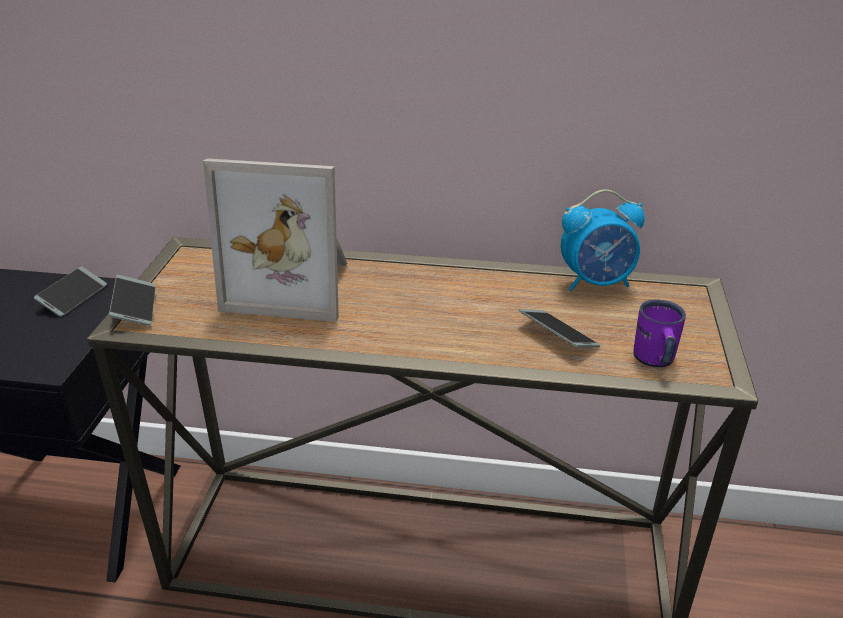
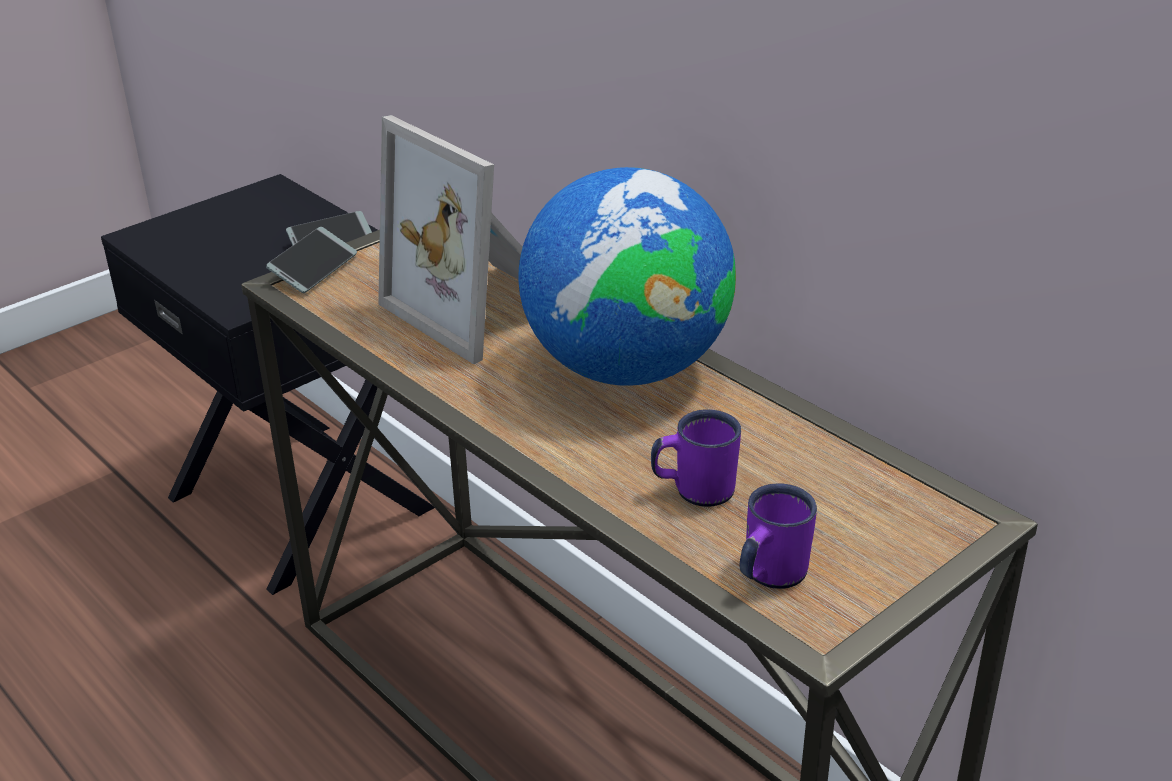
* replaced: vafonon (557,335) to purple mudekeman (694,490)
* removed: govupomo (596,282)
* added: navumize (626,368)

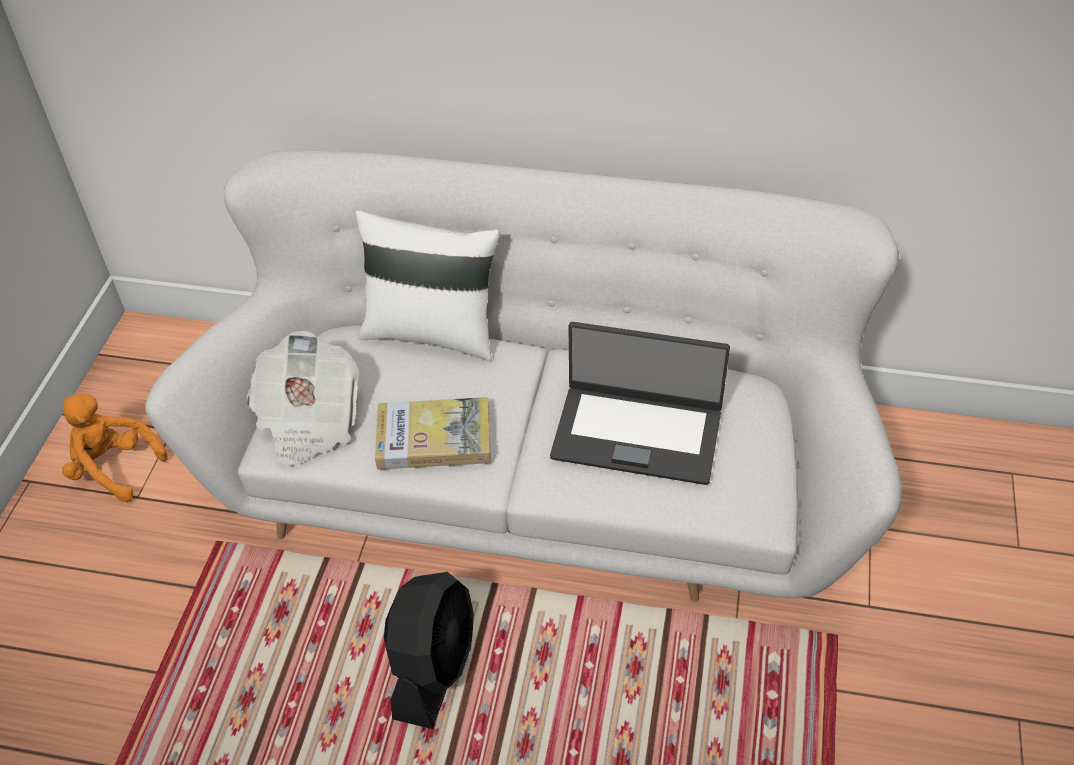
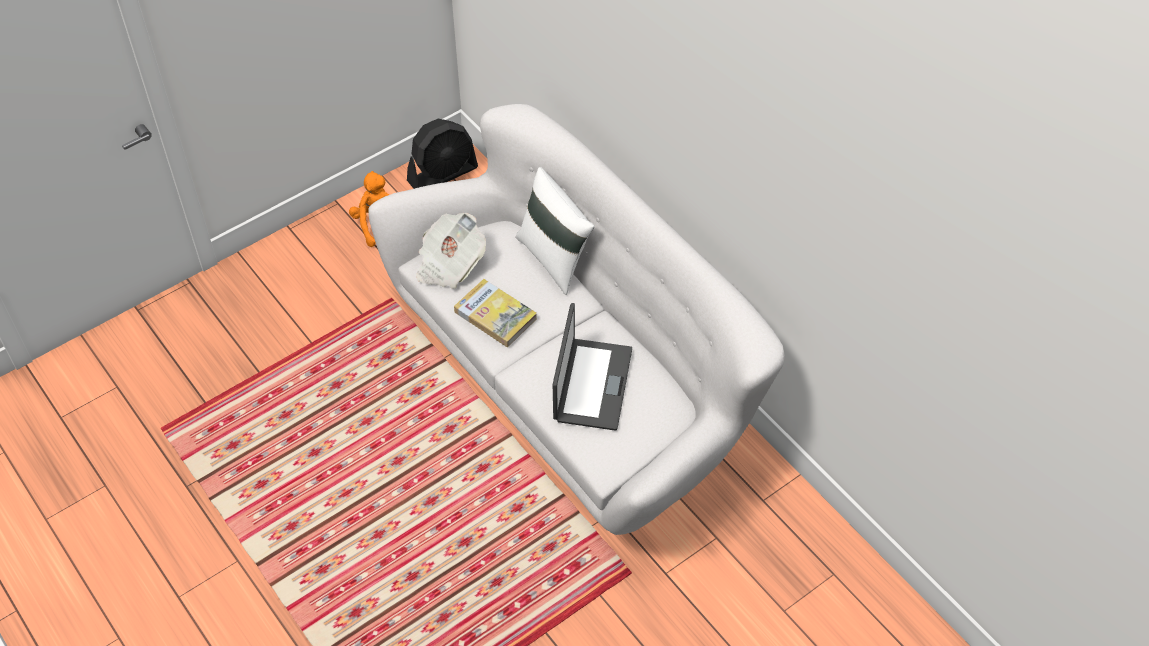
* moved: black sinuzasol (434,667) to (443,174)
* turned: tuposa (637,433) = (591,384) 135 degrees counterclockwise

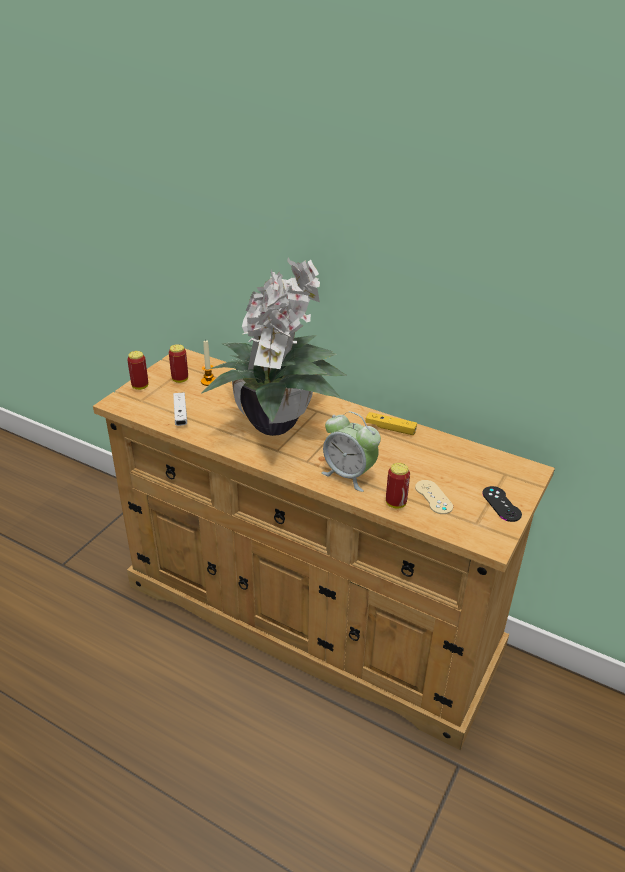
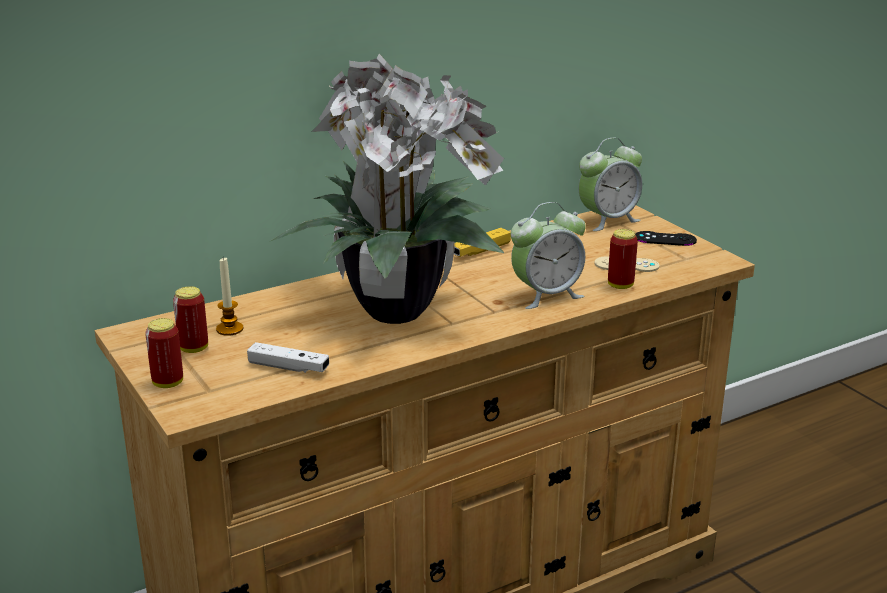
* added: govupomo (608,220)

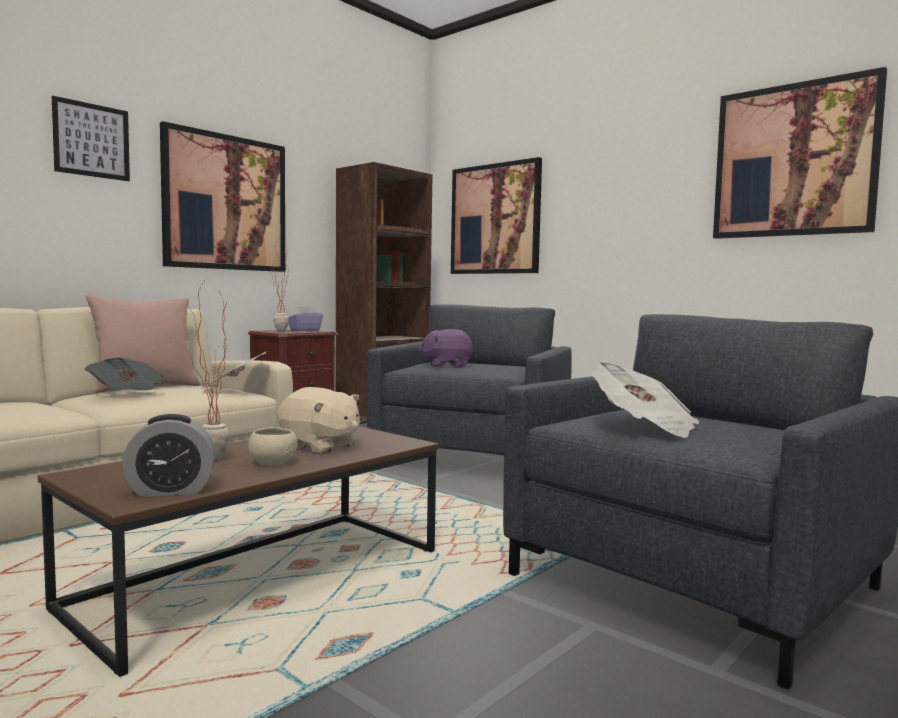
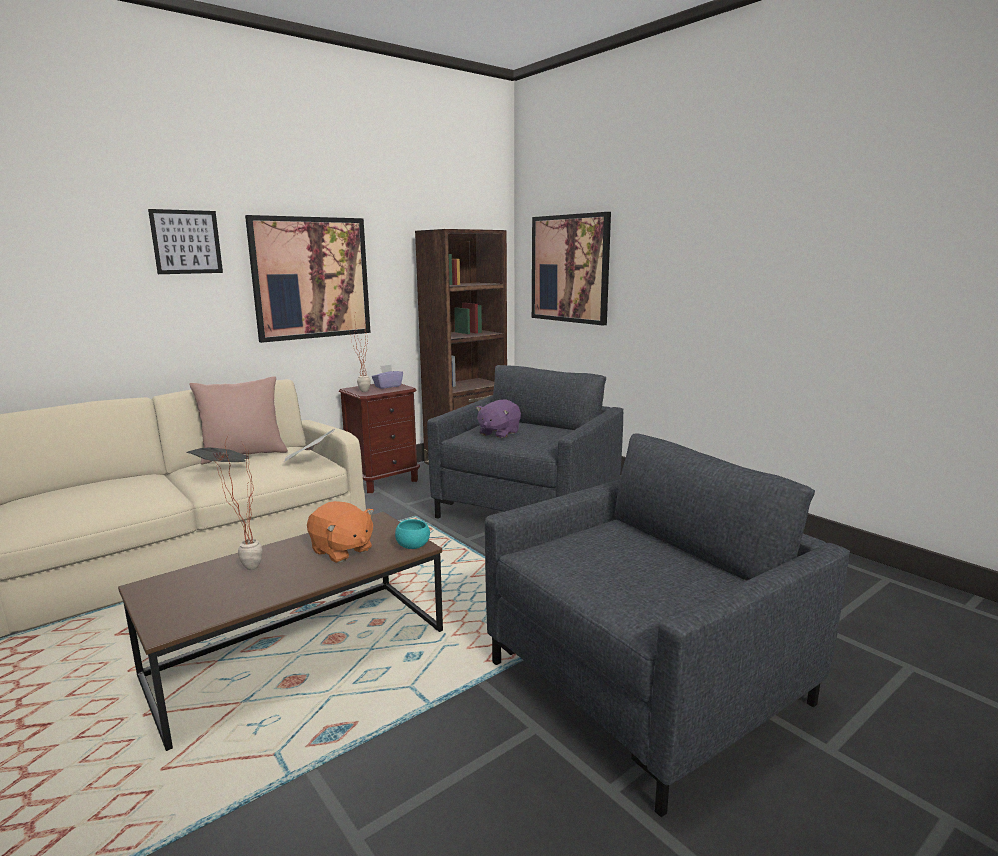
* removed: govupomo (171,491)
* removed: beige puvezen (272,463)
* recoloured: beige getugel (319,446) to orange getugel (341,551)
* turned: purple getugel (446,366) = (498,433) 60 degrees counterclockwise
* removed: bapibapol (644,427)
* removed: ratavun (794,160)
* added: turquoise puvezen (413,546)

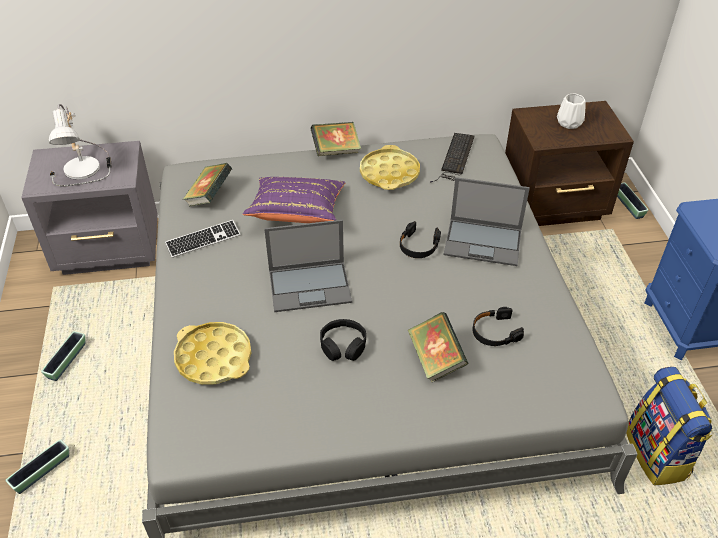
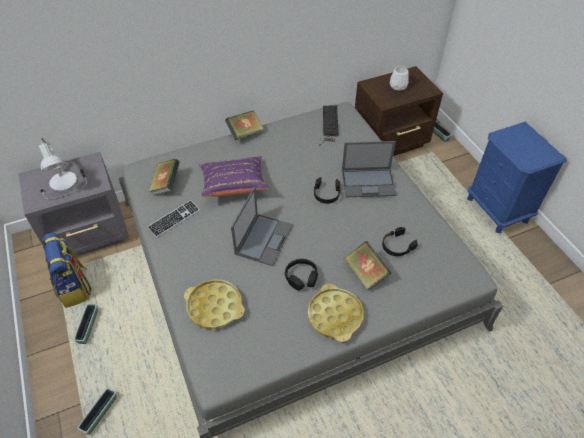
* turned: tuposa (311,286) = (264,238) 45 degrees counterclockwise
* moved: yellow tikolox (389,173) to (335,315)
* moved: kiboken (657,454) to (75,287)

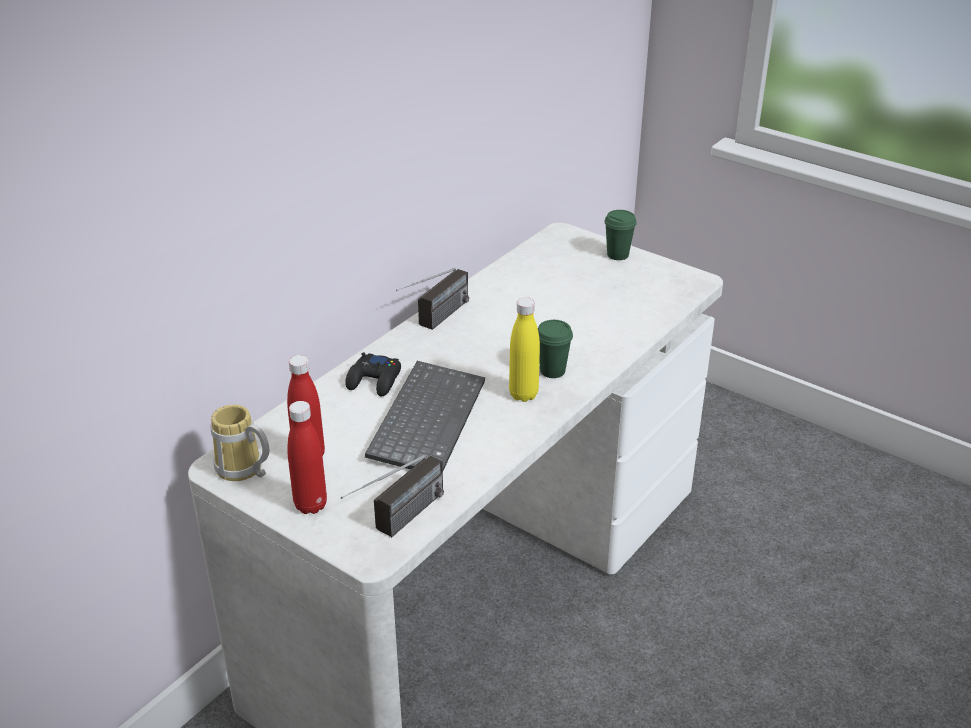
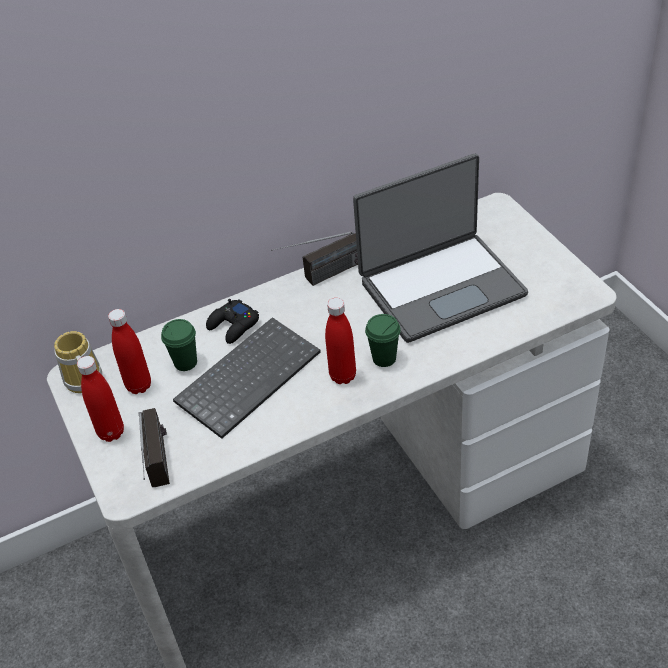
* turned: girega (397,524) = (161,473) 75 degrees counterclockwise
* recoloured: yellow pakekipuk (523,394) to red pakekipuk (343,376)
* moved: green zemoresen (617,255) to (185,363)
* added: tuposa (440,286)

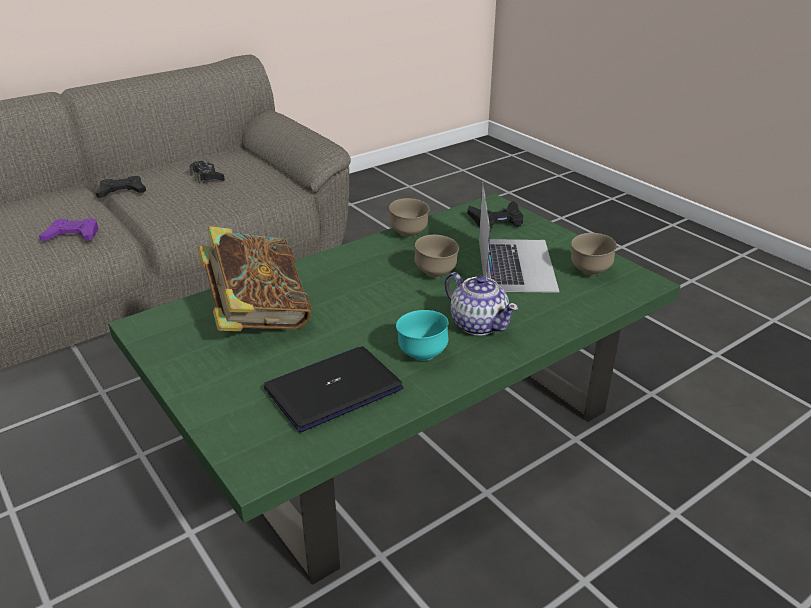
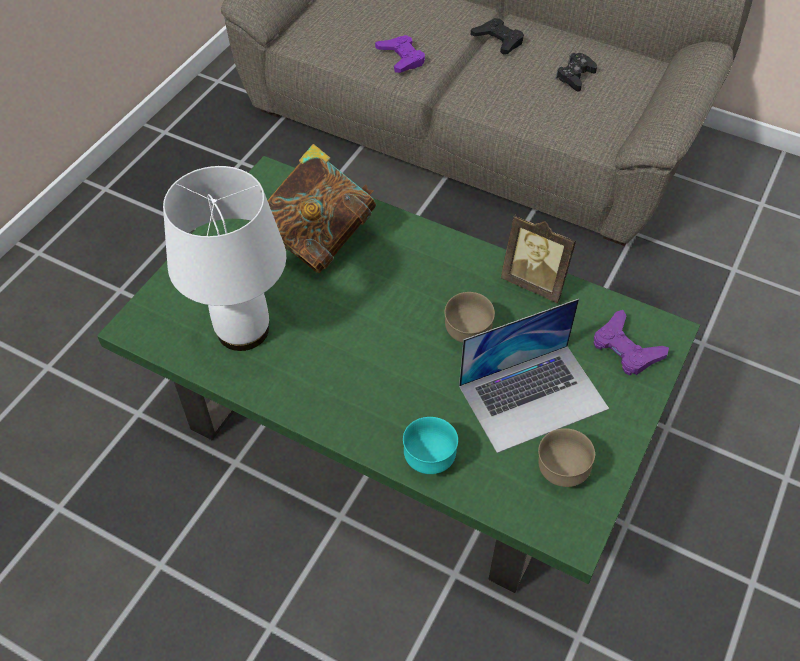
* replaced: tuposa (333,389) to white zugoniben (243,331)
* replaced: brown puvezen (409,234) to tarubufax (535,283)
* moved: turquoise puvezen (422,355) to (429,459)
* removed: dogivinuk (478,324)
* recoloured: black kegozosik (497,220) to purple kegozosik (626,348)

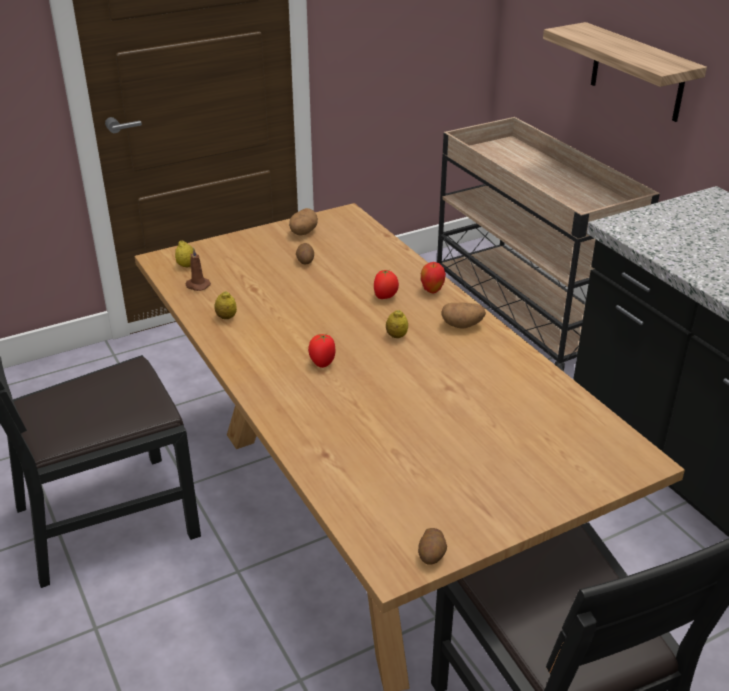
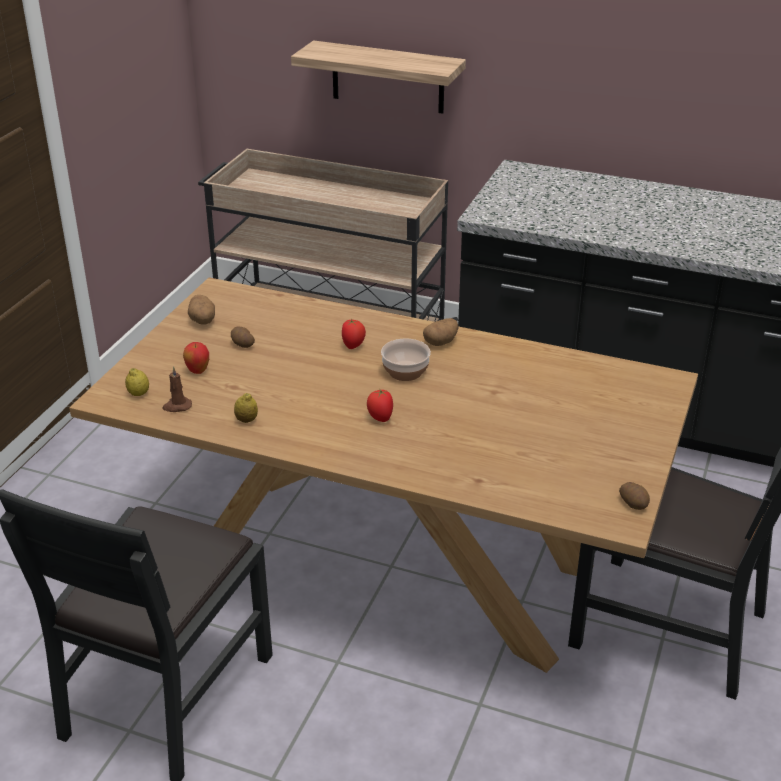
* replaced: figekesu (396,336) to puvezen (405,372)
* moved: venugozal (432,291) to (198,371)

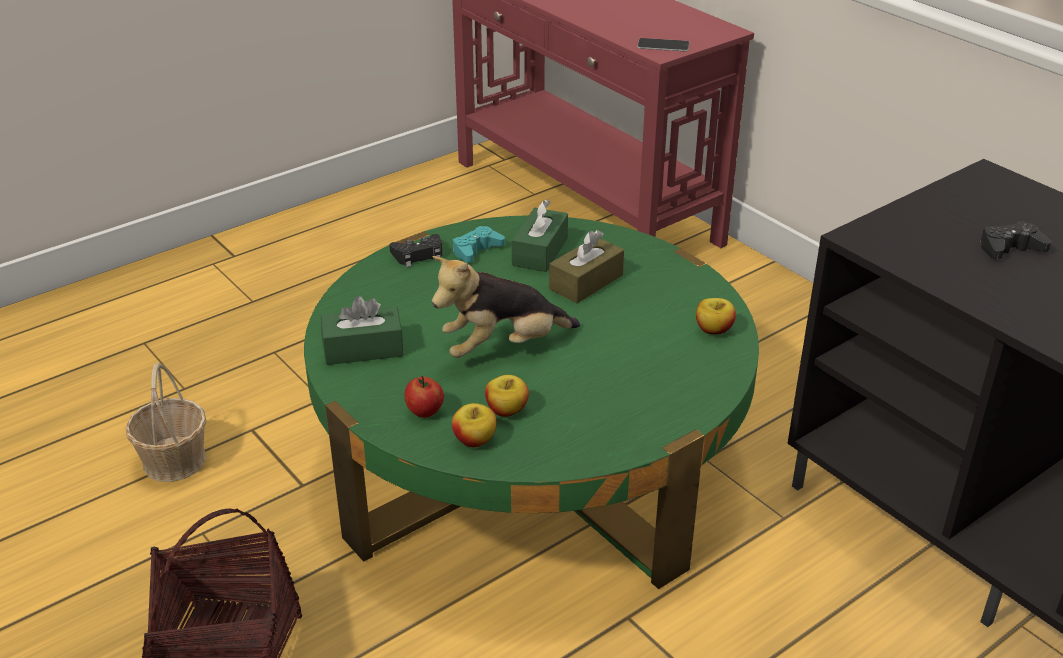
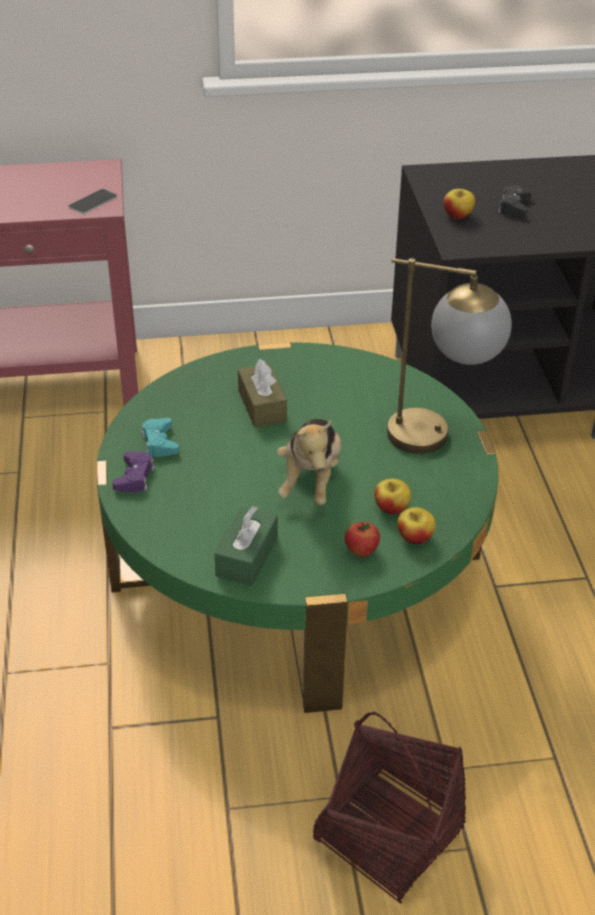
* removed: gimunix (174,461)
* recoloured: black kegozosik (418,255) to purple kegozosik (134,477)
* removed: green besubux (540,252)
* moved: venugozal (713,330) to (458,215)
* added: zugoniben (440,438)

